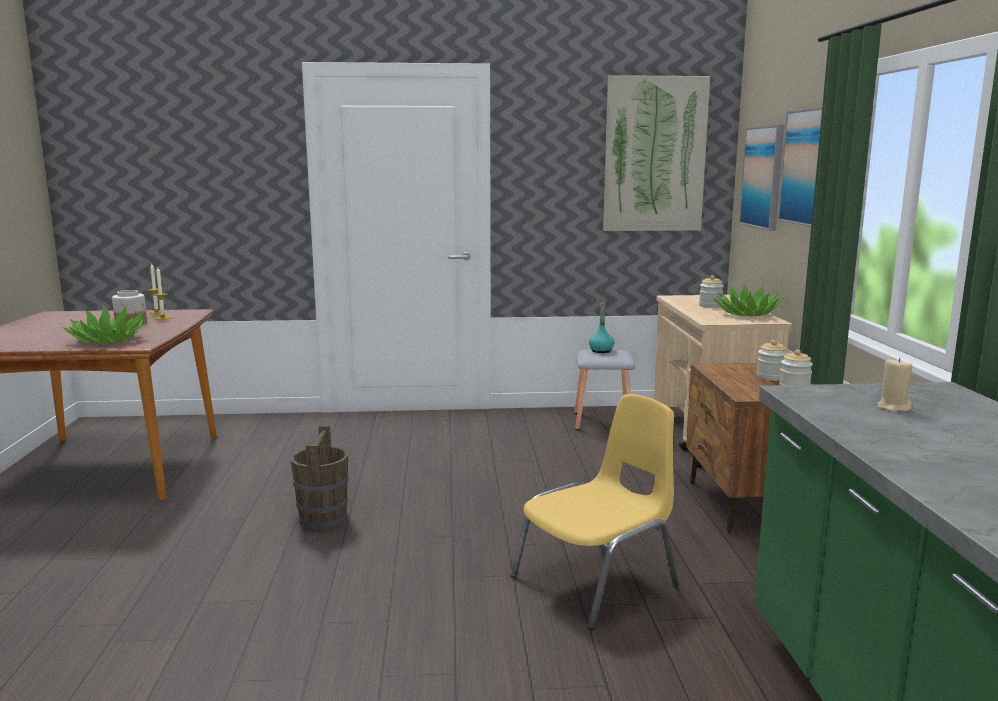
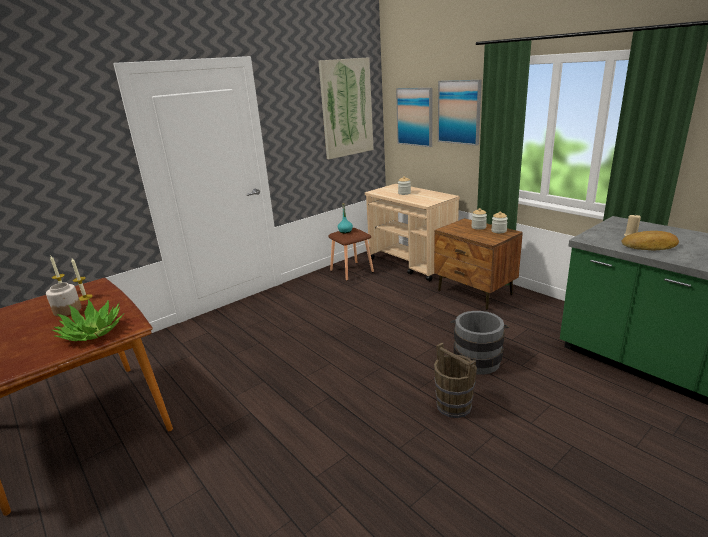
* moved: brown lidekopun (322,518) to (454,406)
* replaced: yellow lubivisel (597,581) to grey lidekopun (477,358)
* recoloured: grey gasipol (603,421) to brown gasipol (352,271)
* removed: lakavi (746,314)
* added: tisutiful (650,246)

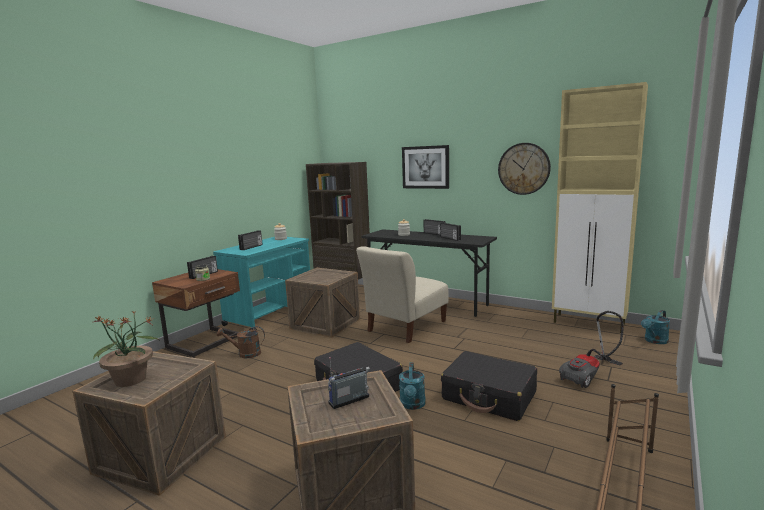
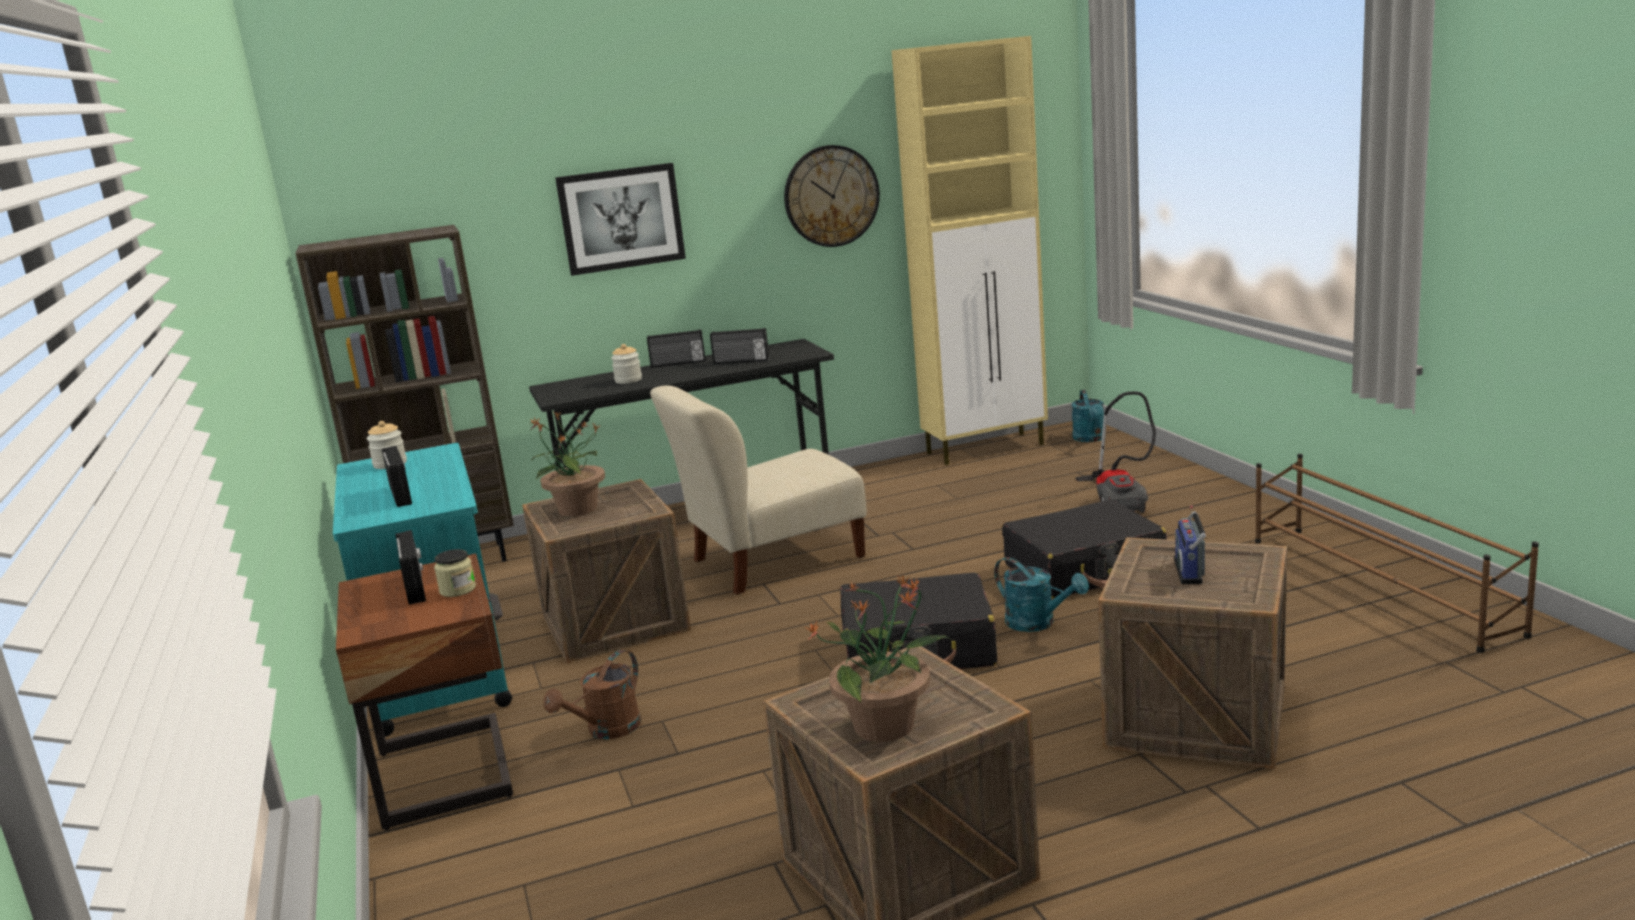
* turned: beige lubivisel (405,327) = (771,561) 75 degrees clockwise
* added: lakavi (577,510)

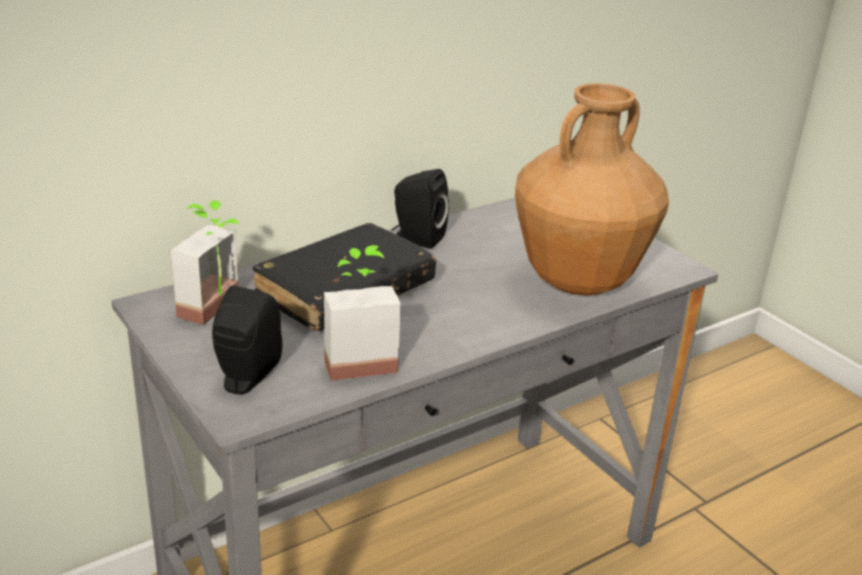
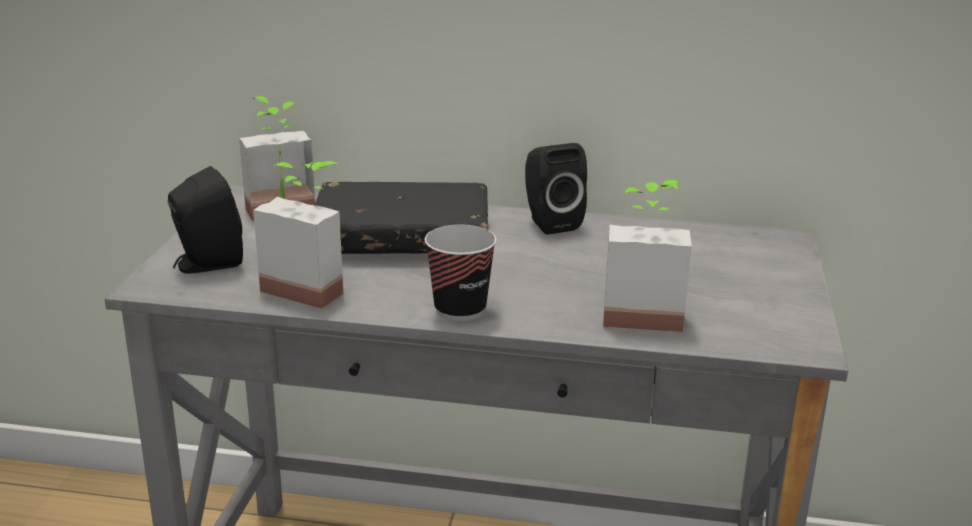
* replaced: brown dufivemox (577,283) to lakavi (642,312)
* added: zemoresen (460,310)

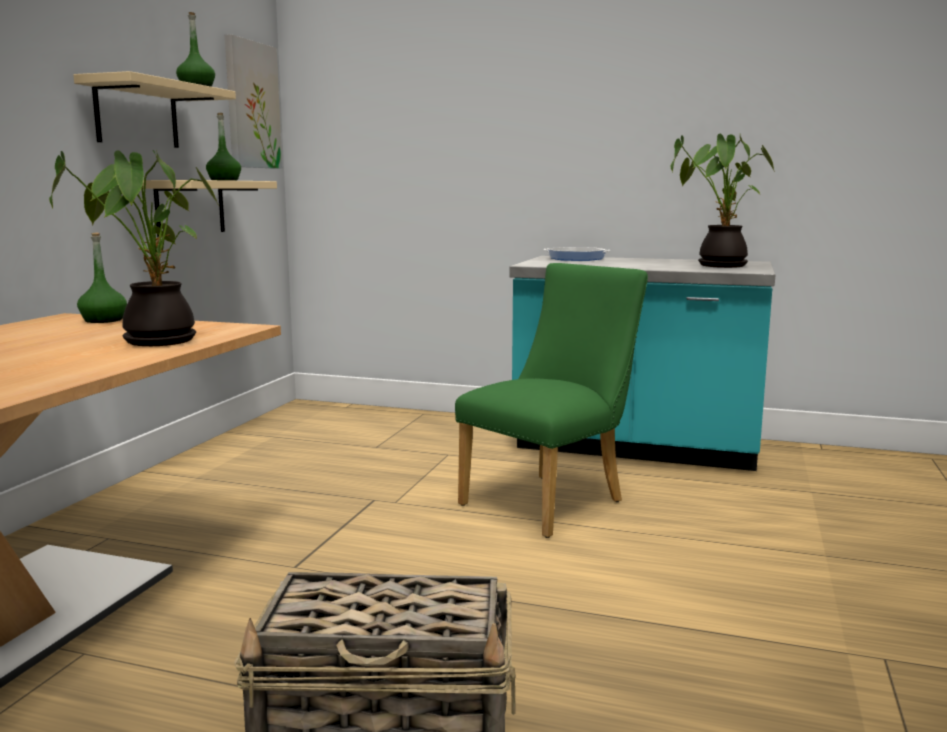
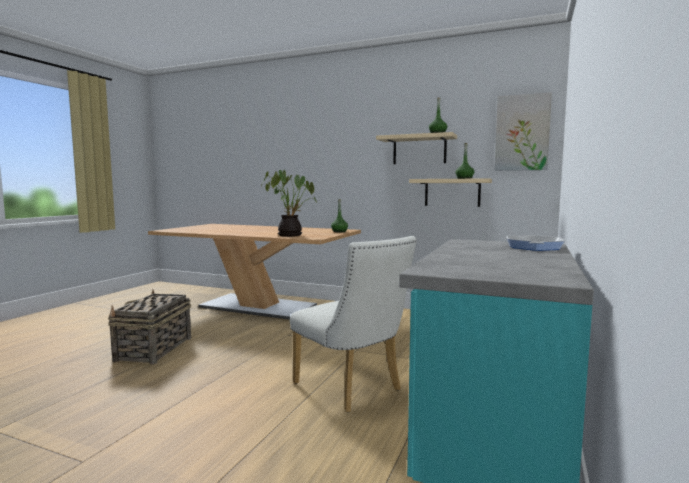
* recoloured: green lubivisel (551,501) to white lubivisel (352,389)
* removed: lakavi (718,265)

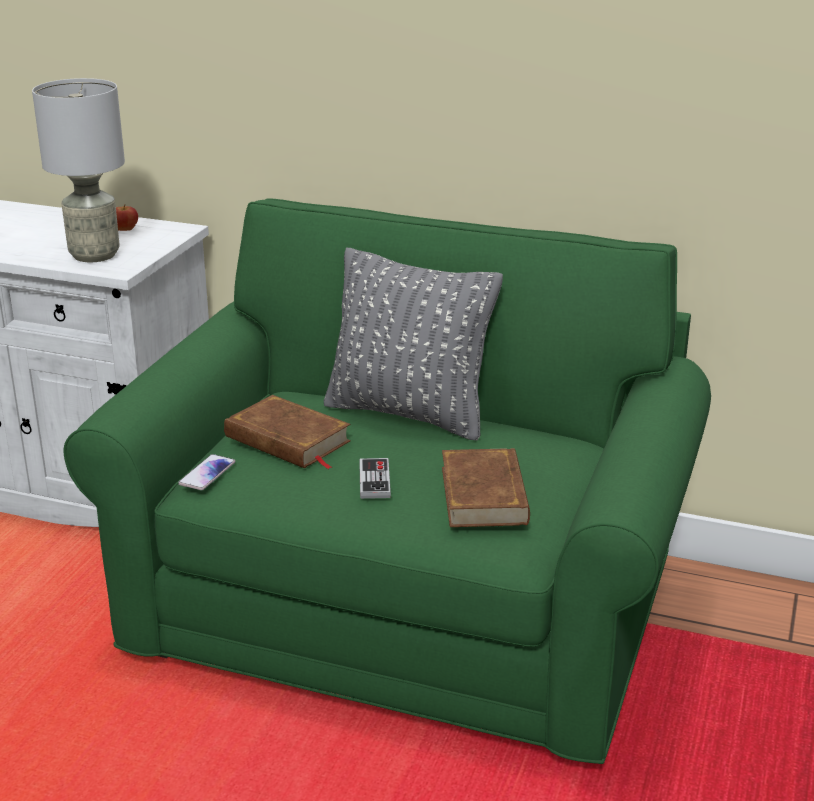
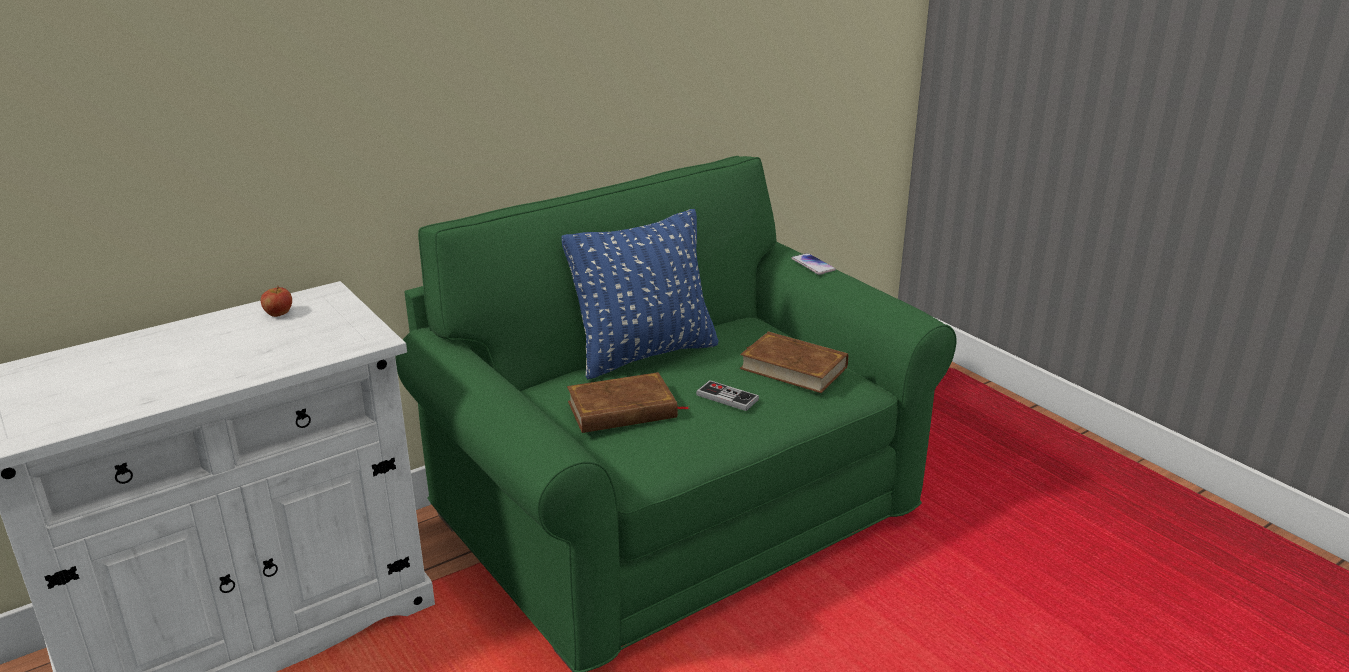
* removed: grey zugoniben (95,255)
* moved: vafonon (207,473) to (813,265)
* recoloured: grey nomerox (409,413) to blue nomerox (644,354)

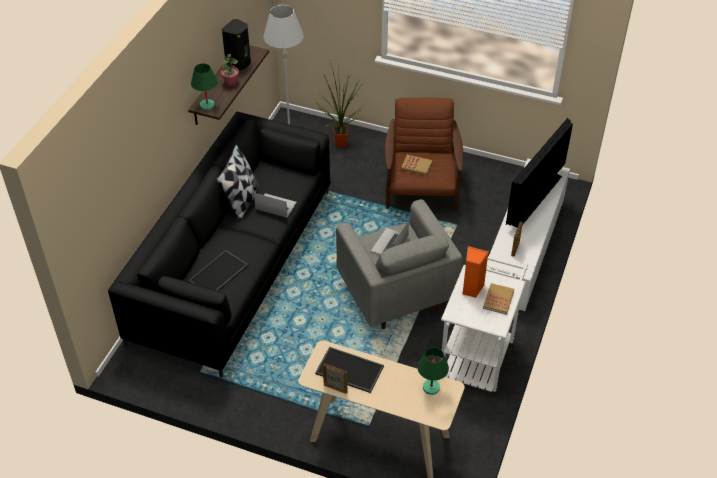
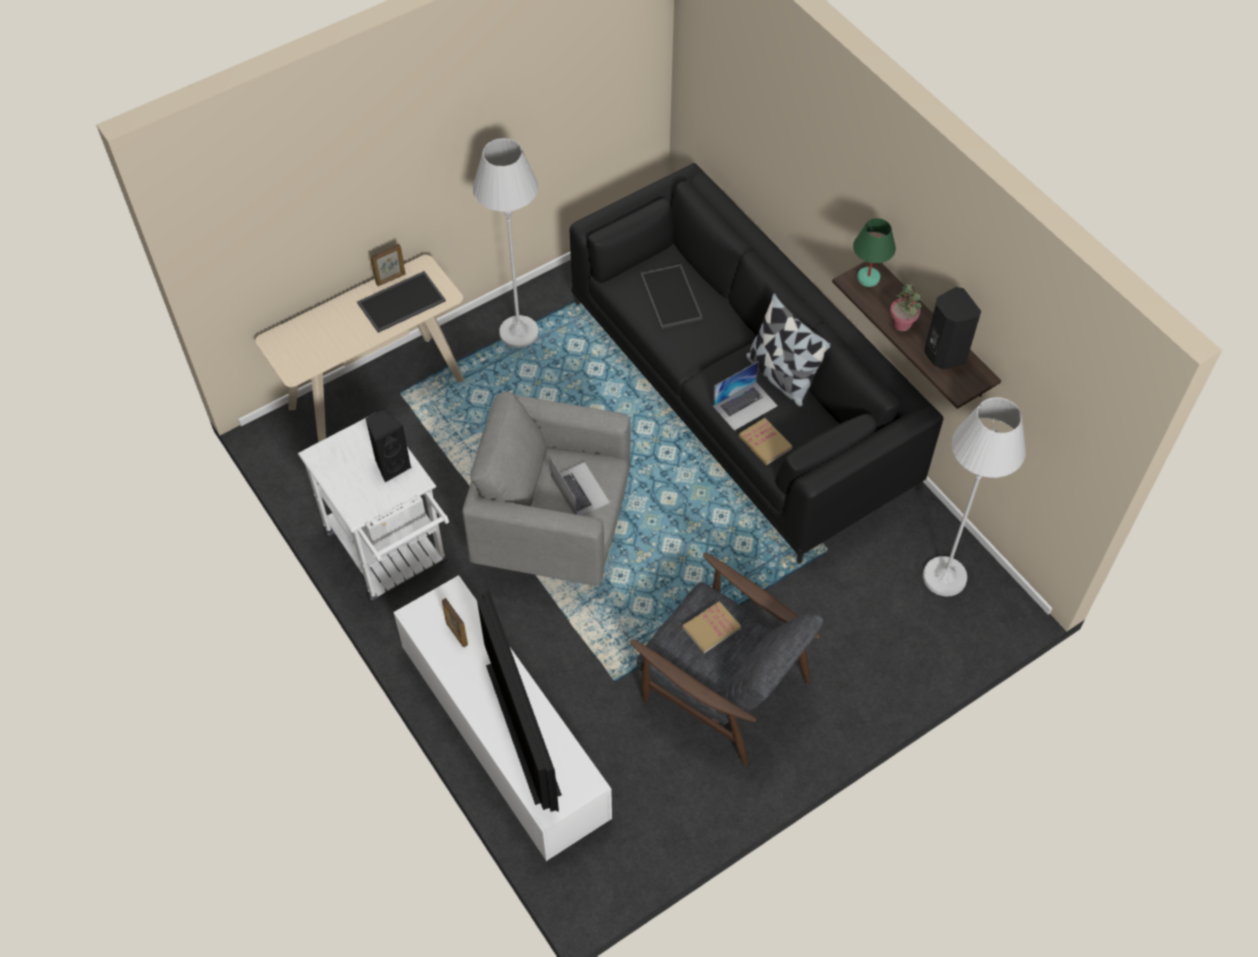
* removed: lakavi (341,143)
* recoloured: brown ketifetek (421,188) to grey ketifetek (722,686)
* removed: green zugoniben (431,388)
* recoloured: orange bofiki (471,289) to black bofiki (391,465)
* moved: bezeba (498,300) to (765,443)
* added: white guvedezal (519,333)

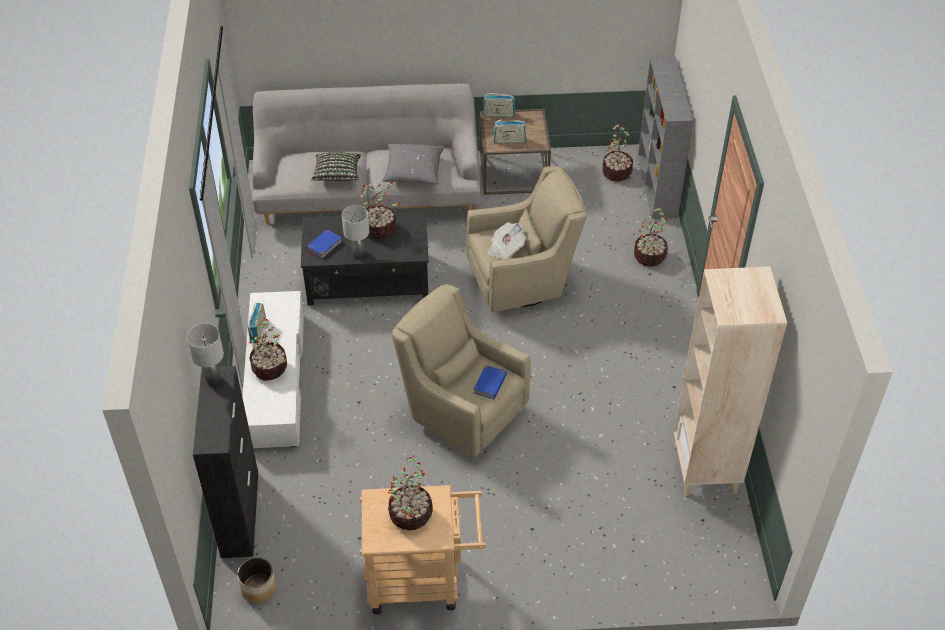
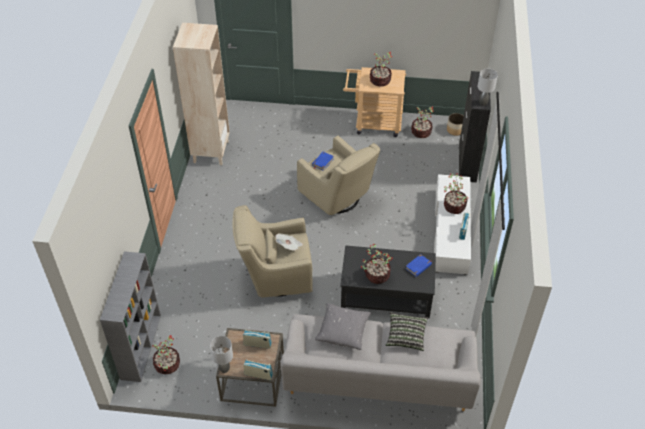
* moved: grey zugoniben (358,254) to (224,369)
* moved: lakavi (649,256) to (420,133)

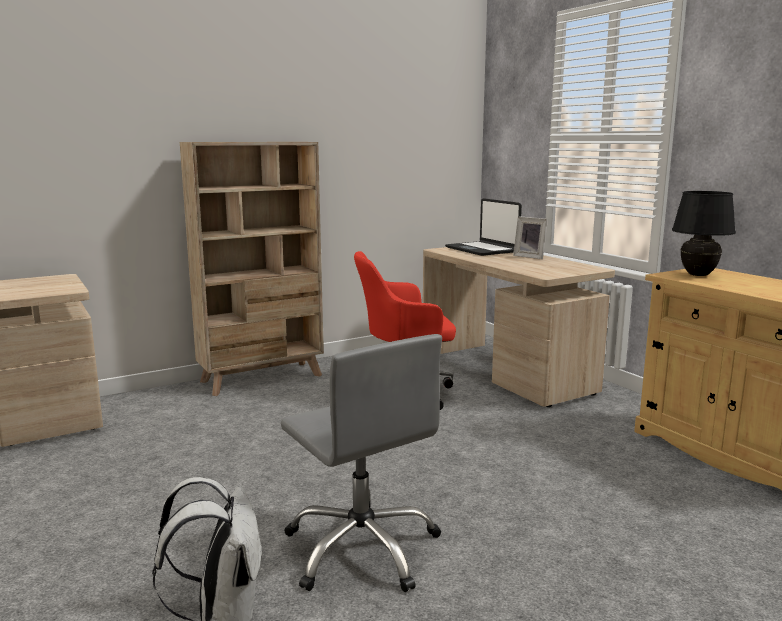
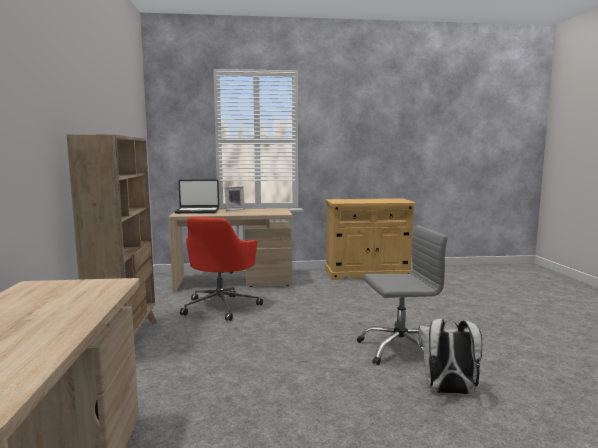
* removed: black zugoniben (698,275)

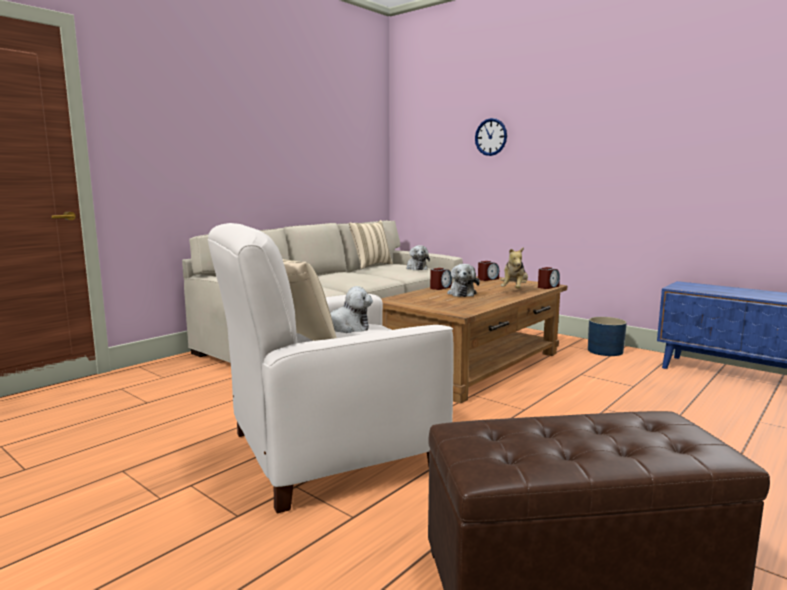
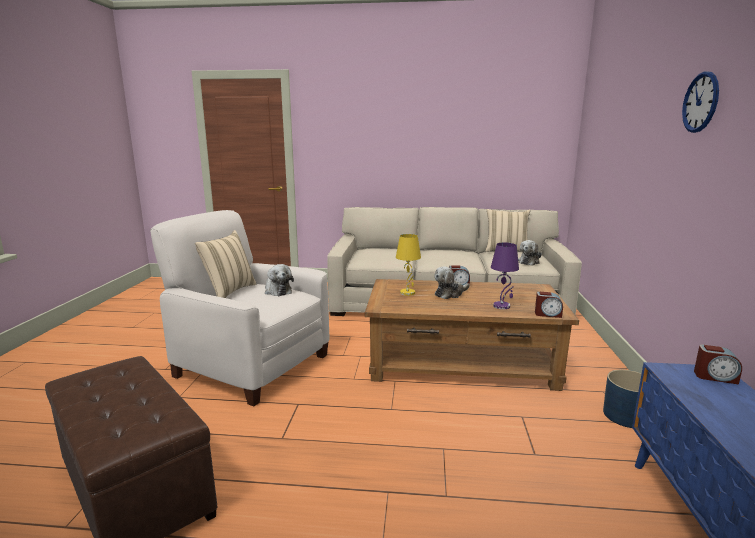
* moved: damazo (491,137) to (700,102)
* moved: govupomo (488,279) to (715,377)
* replaced: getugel (514,290) to purple zugoniben (502,306)
* added: yellow zugoniben (408,293)

